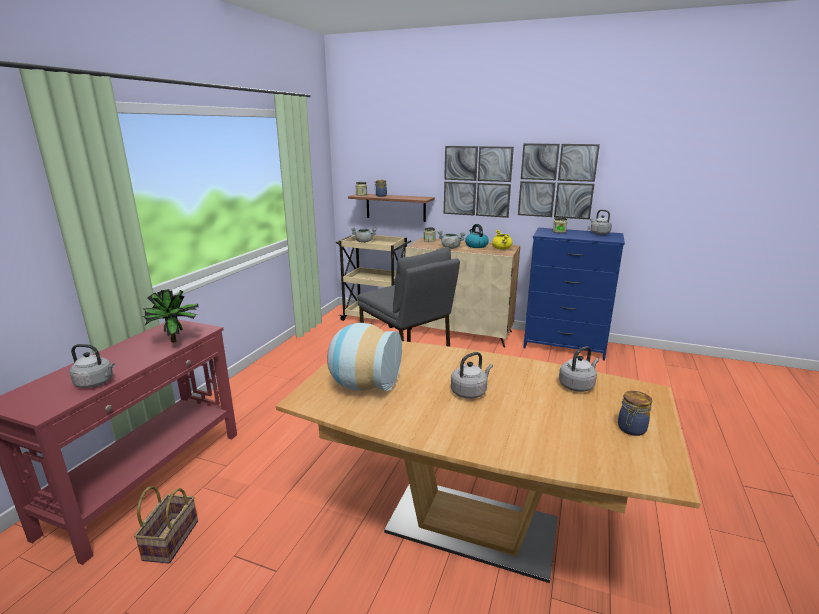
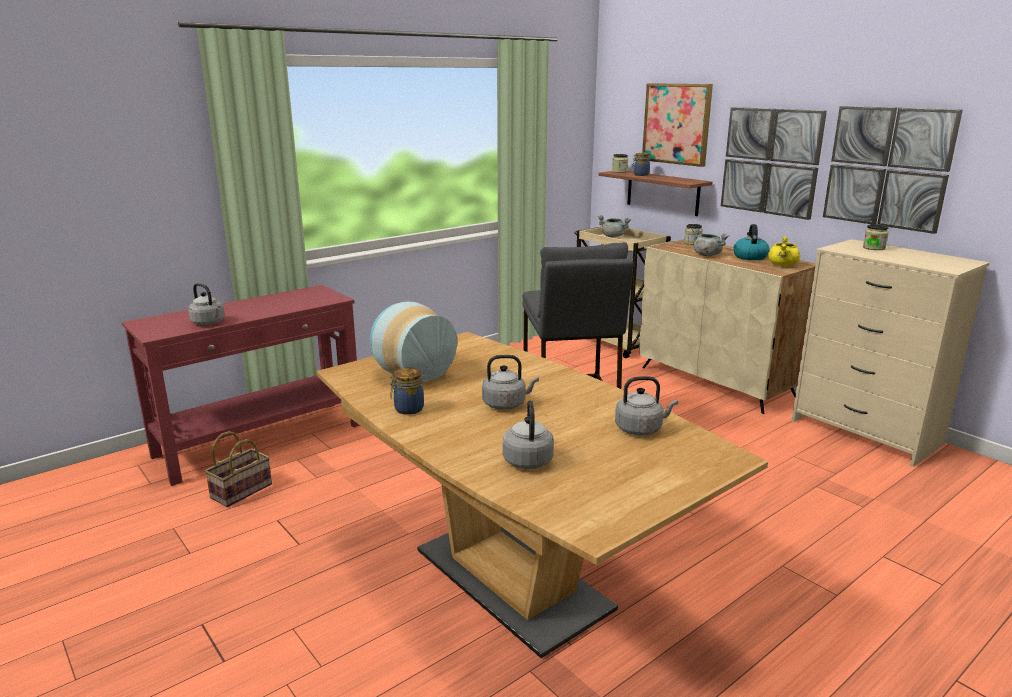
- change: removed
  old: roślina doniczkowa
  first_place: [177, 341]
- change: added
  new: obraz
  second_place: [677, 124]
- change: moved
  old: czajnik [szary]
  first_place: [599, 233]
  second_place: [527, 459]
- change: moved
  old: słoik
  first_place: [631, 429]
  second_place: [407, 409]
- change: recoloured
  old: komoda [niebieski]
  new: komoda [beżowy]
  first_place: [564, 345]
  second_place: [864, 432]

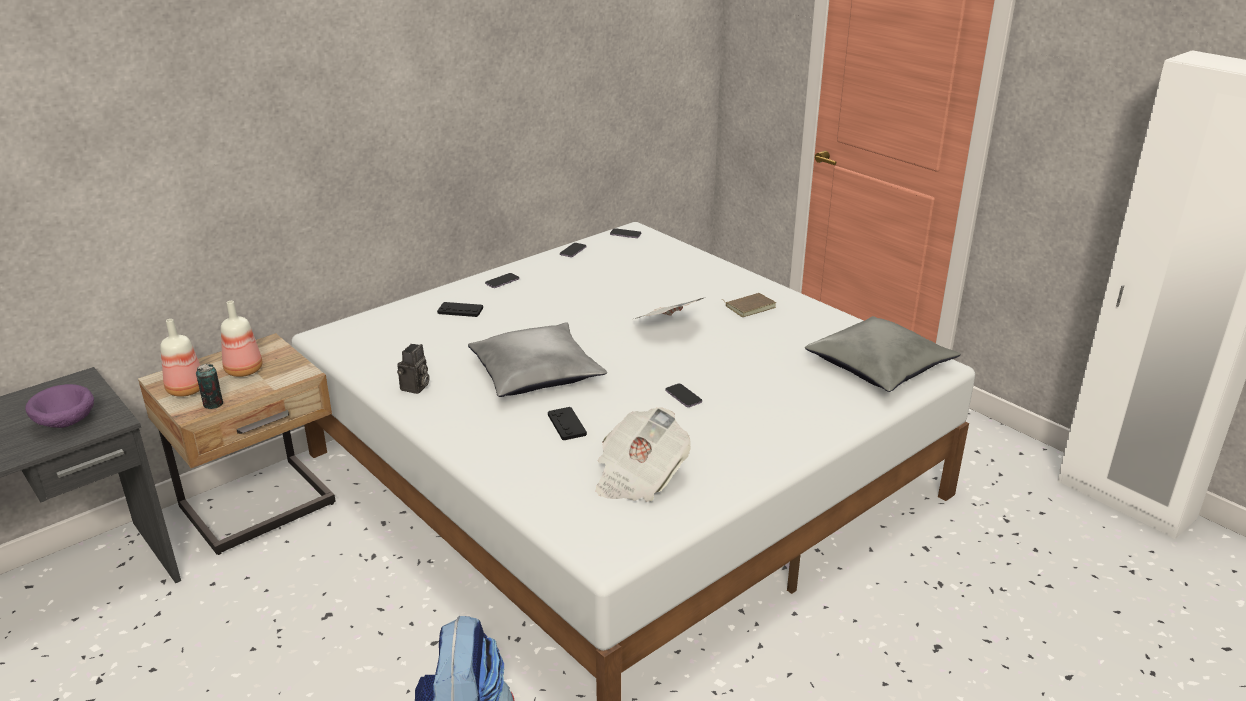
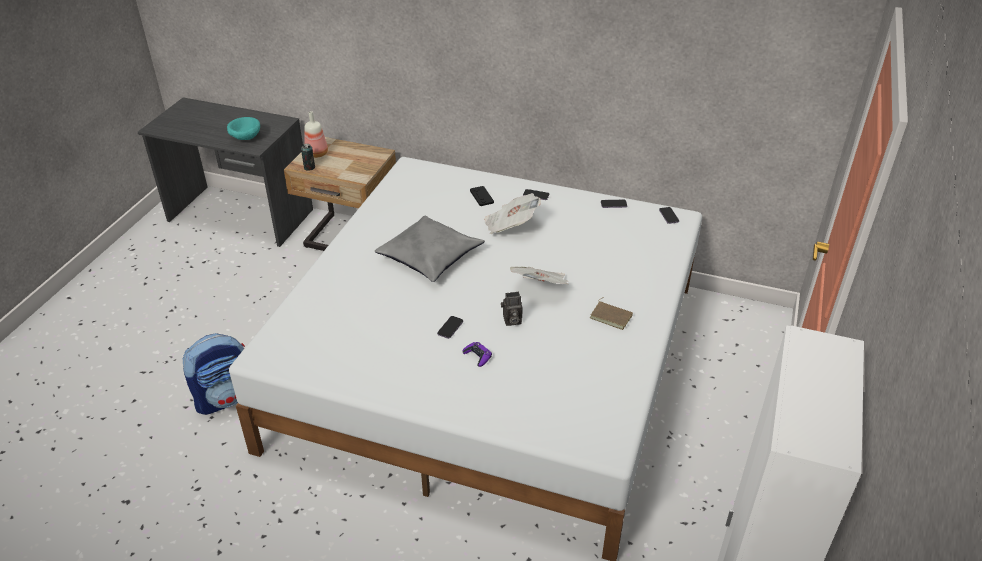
- change: removed
  old: butelka
  first_place: [244, 371]
- change: removed
  old: pad do gier [czarny]
  first_place: [566, 424]
- change: removed
  old: poduszka [szary]
  first_place: [879, 366]
- change: added
  new: pad do gier [fioletowy]
  second_place: [477, 356]
- change: moved
  old: aparat fotograficzny
  first_place: [415, 388]
  second_place: [511, 321]
- change: moved
  old: gazeta
  first_place: [638, 477]
  second_place: [510, 225]
- change: recoloured
  old: miska [fioletowy]
  new: miska [turkusowy]
  first_place: [65, 423]
  second_place: [245, 138]

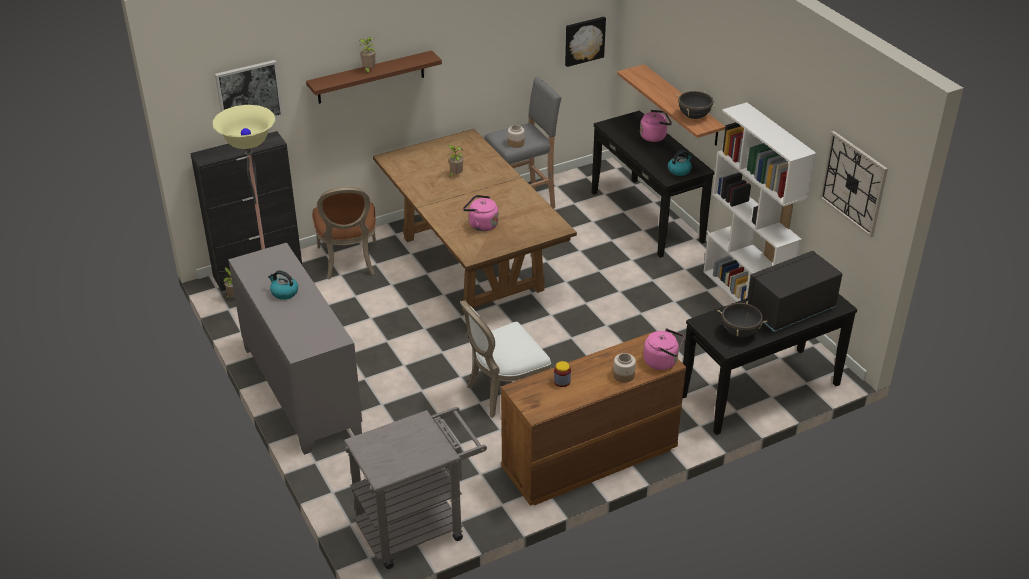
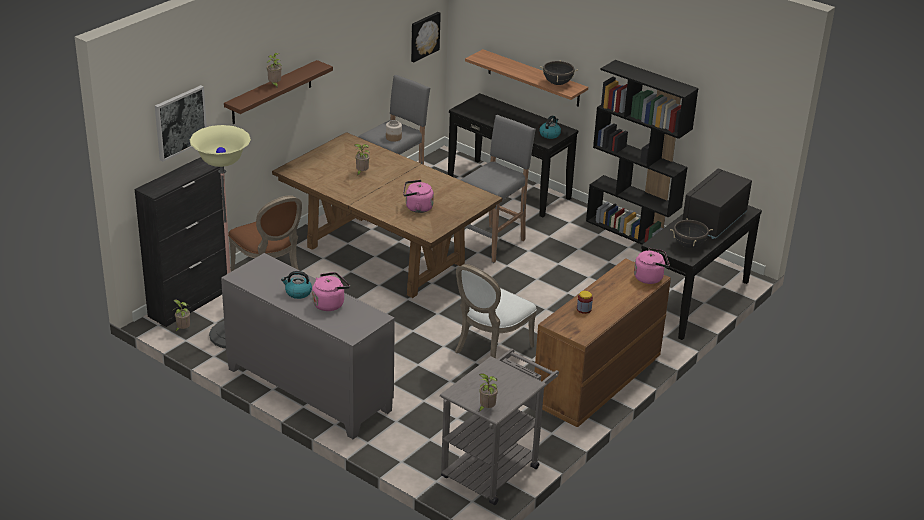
- change: removed
  old: słoik
  first_place: [624, 375]
- change: removed
  old: zegar ścienny
  first_place: [853, 183]
- change: added
  new: stołek [szary]
  second_place: [493, 243]
- change: added
  new: roślina doniczkowa
  second_place: [486, 408]
- change: moved
  old: czajnik [różowy]
  first_place: [654, 136]
  second_place: [330, 303]
- change: recoloured
  old: regał [biały]
  new: regał [czarny]
  first_place: [745, 295]
  second_place: [631, 232]

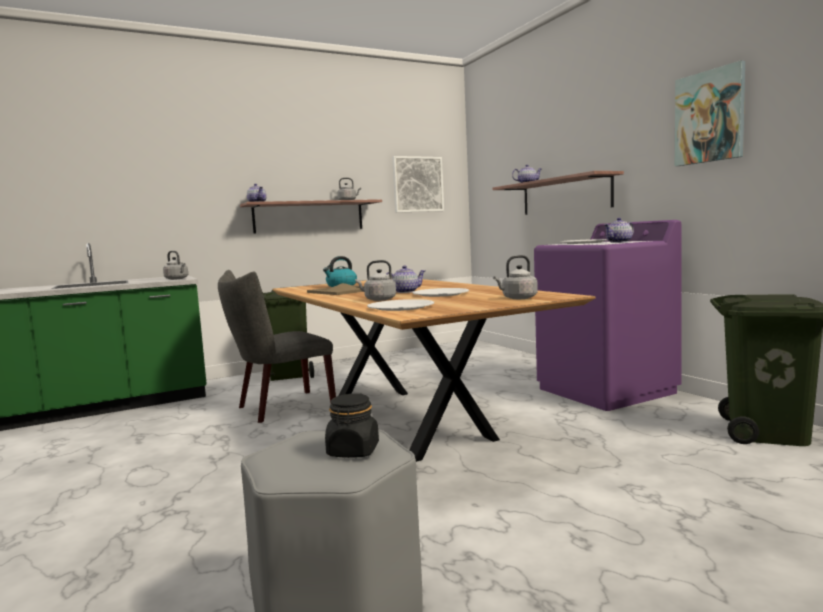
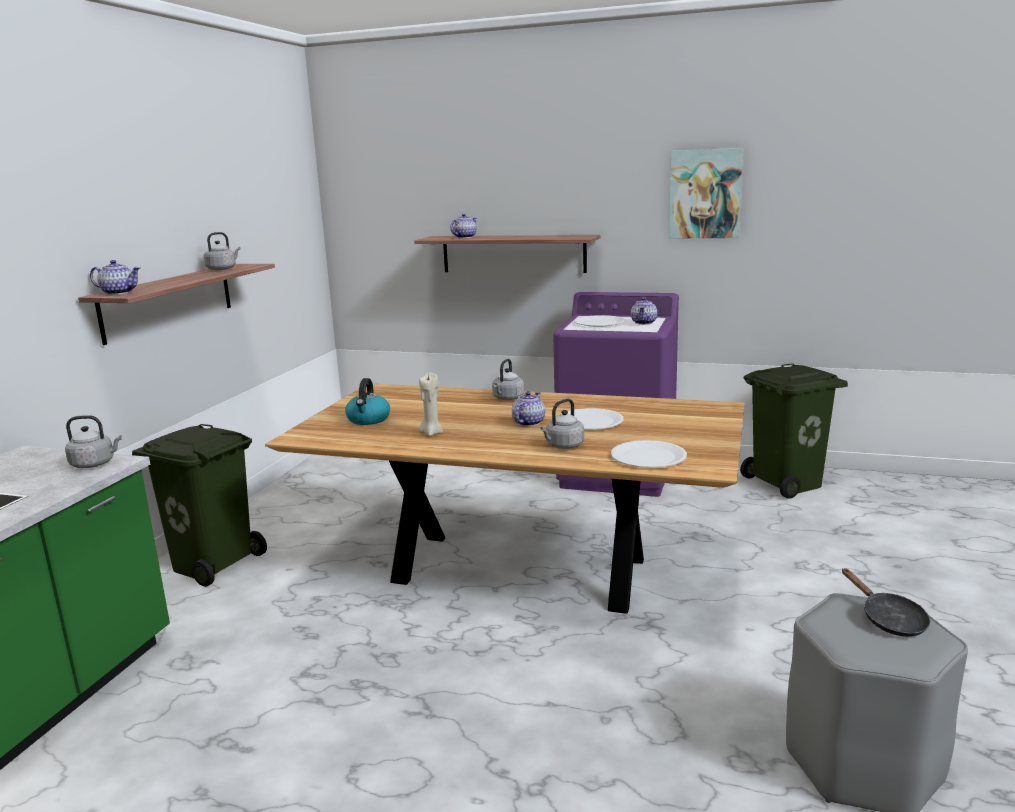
- change: removed
  old: krzesło [szary]
  first_place: [280, 408]
- change: removed
  old: obraz
  first_place: [417, 184]
- change: moved
  old: czajnik [szary]
  first_place: [518, 298]
  second_place: [507, 398]
- change: replaced
  old: taca [beżowy]
  new: świeca [beżowy]
  first_place: [344, 291]
  second_place: [431, 433]
- change: replaced
  old: słoik [czarny]
  new: patelnia [czarny]
  first_place: [353, 451]
  second_place: [888, 619]

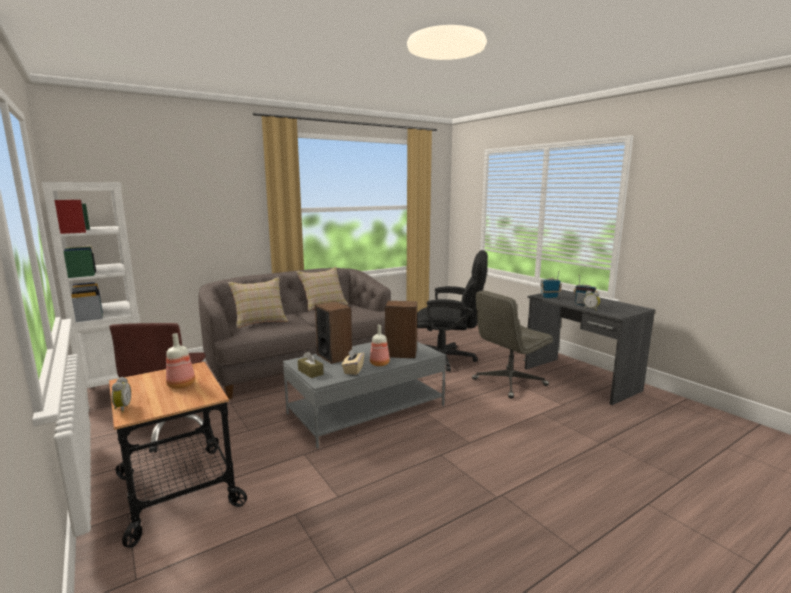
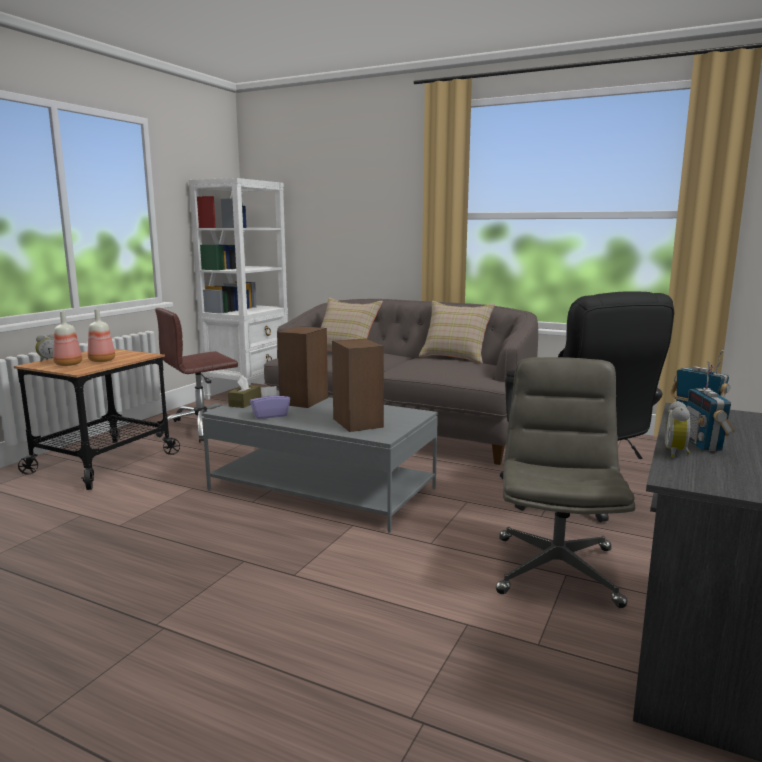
- change: moved
  old: butelka
  first_place: [380, 364]
  second_place: [68, 364]
- change: recoloured
  old: pudełko chusteczek [beżowy]
  new: pudełko chusteczek [fioletowy]
  first_place: [353, 370]
  second_place: [270, 415]
- change: turned
  old: krzesło biurowe [szary]
  first_place: [509, 383]
  second_place: [556, 569]
  degrees: 75

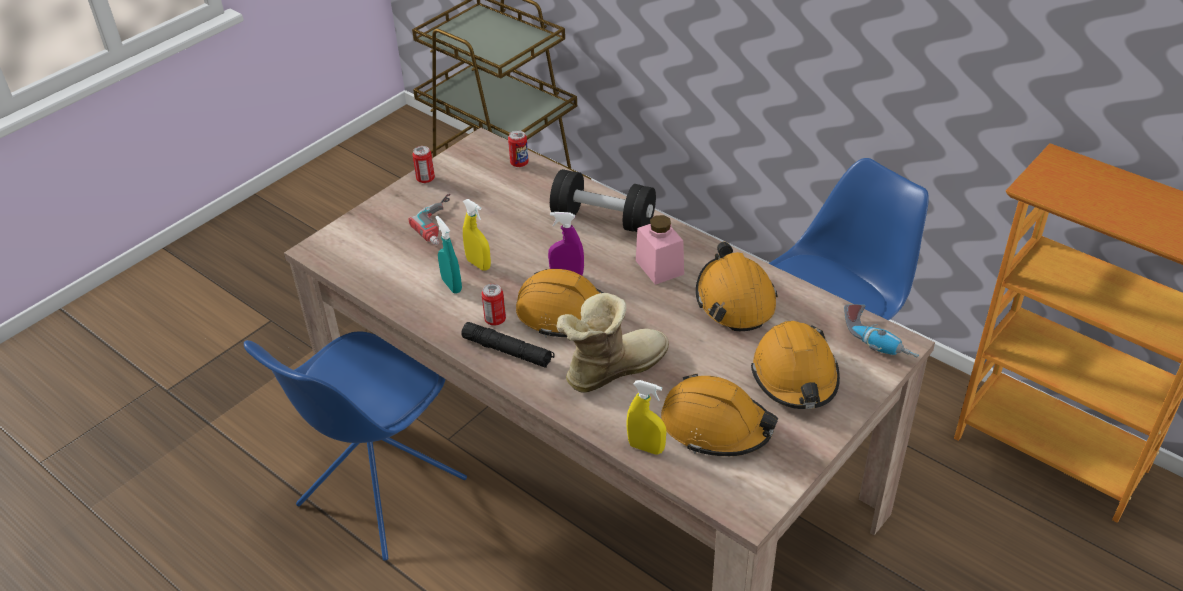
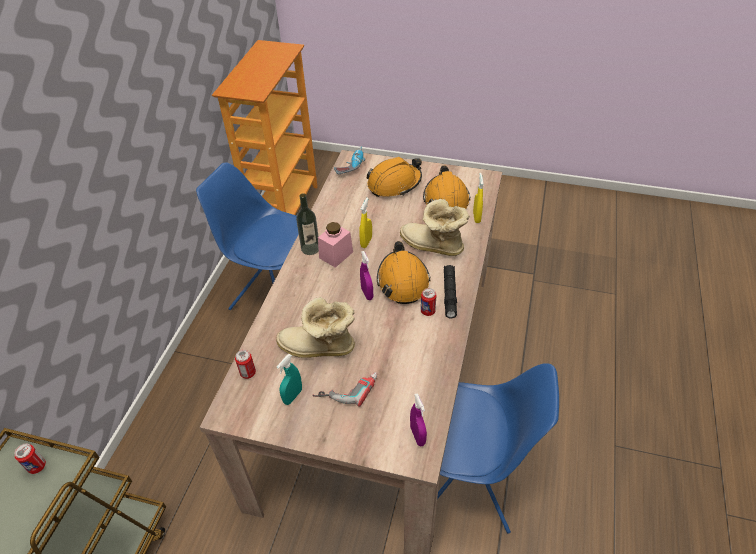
- change: removed
  old: hantel [czarny]
  first_place: [603, 219]
- change: removed
  old: kask [pomarańczowy]
  first_place: [734, 299]
- change: added
  new: but z cholewką
  second_place: [318, 349]
- change: added
  new: butelka
  second_place: [310, 248]
- change: added
  new: spryskiwacz [fioletowy]
  second_place: [417, 436]
- change: moved
  old: puszka
  first_place: [425, 179]
  second_place: [37, 466]
- change: moved
  old: spryskiwacz [turkusowy]
  first_place: [451, 285]
  second_place: [292, 396]
- change: moved
  old: spryskiwacz [żółty]
  first_place: [478, 264]
  second_place: [366, 242]

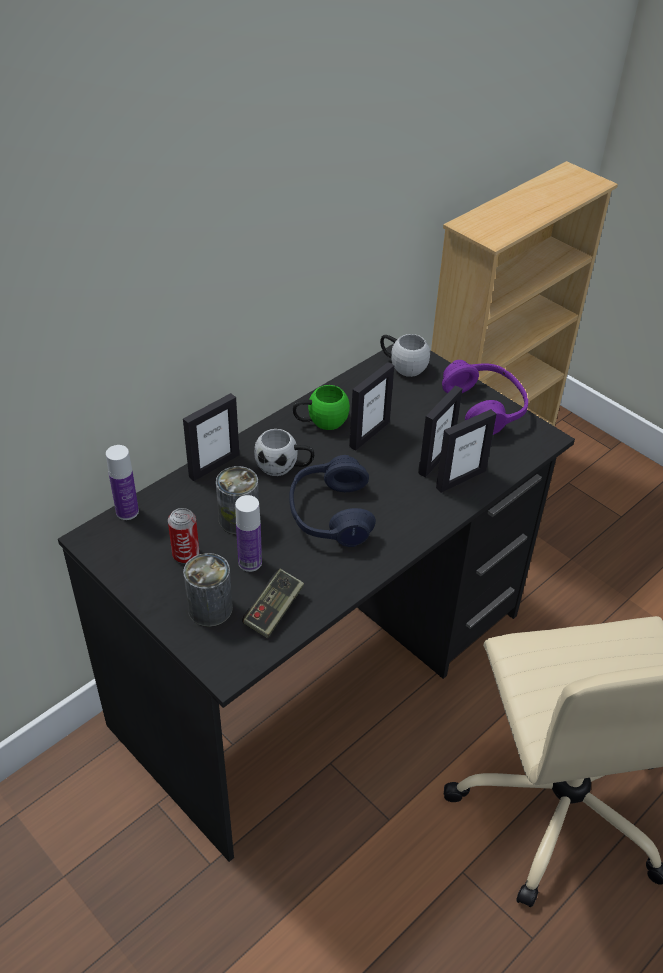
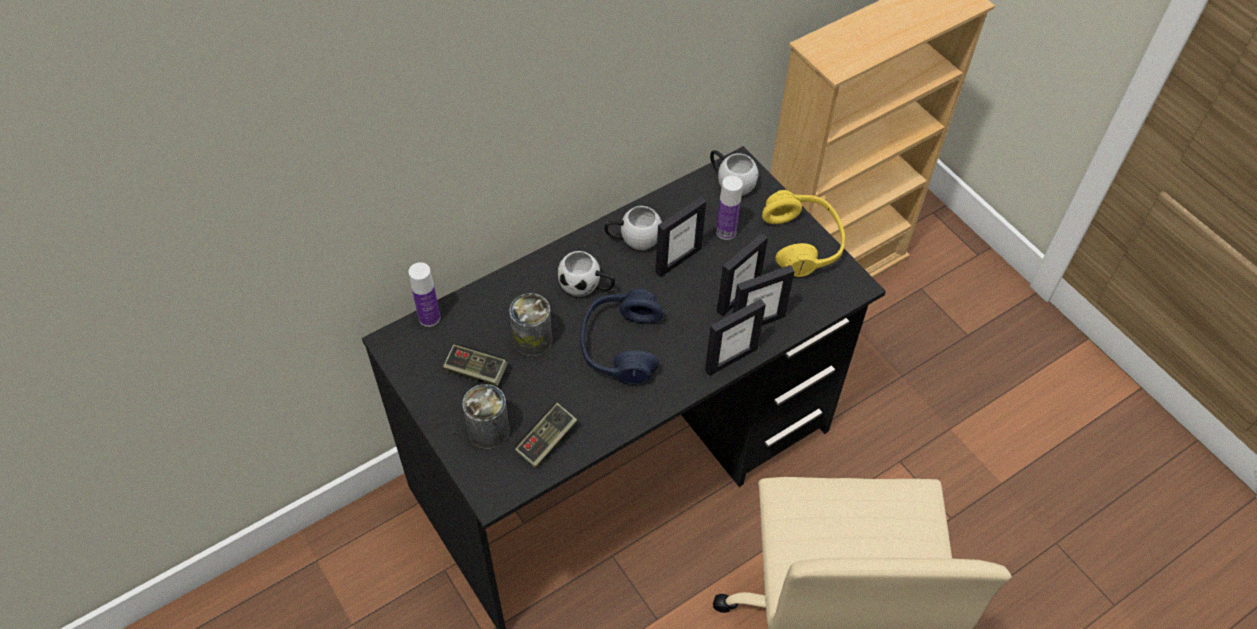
- change: moved
  old: ramka na zdjęcie
  first_place: [214, 465]
  second_place: [730, 359]
- change: moved
  old: butelka
  first_place: [250, 562]
  second_place: [726, 232]
- change: replaced
  old: puszka
  new: pad do gier
  first_place: [186, 555]
  second_place: [476, 371]
- change: recoloured
  old: kubek [zielony]
  new: kubek [biały]
  first_place: [320, 421]
  second_place: [633, 239]
- change: recoloured
  old: słuchawki [fioletowy]
  new: słuchawki [żółty]
  first_place: [485, 407]
  second_place: [803, 242]

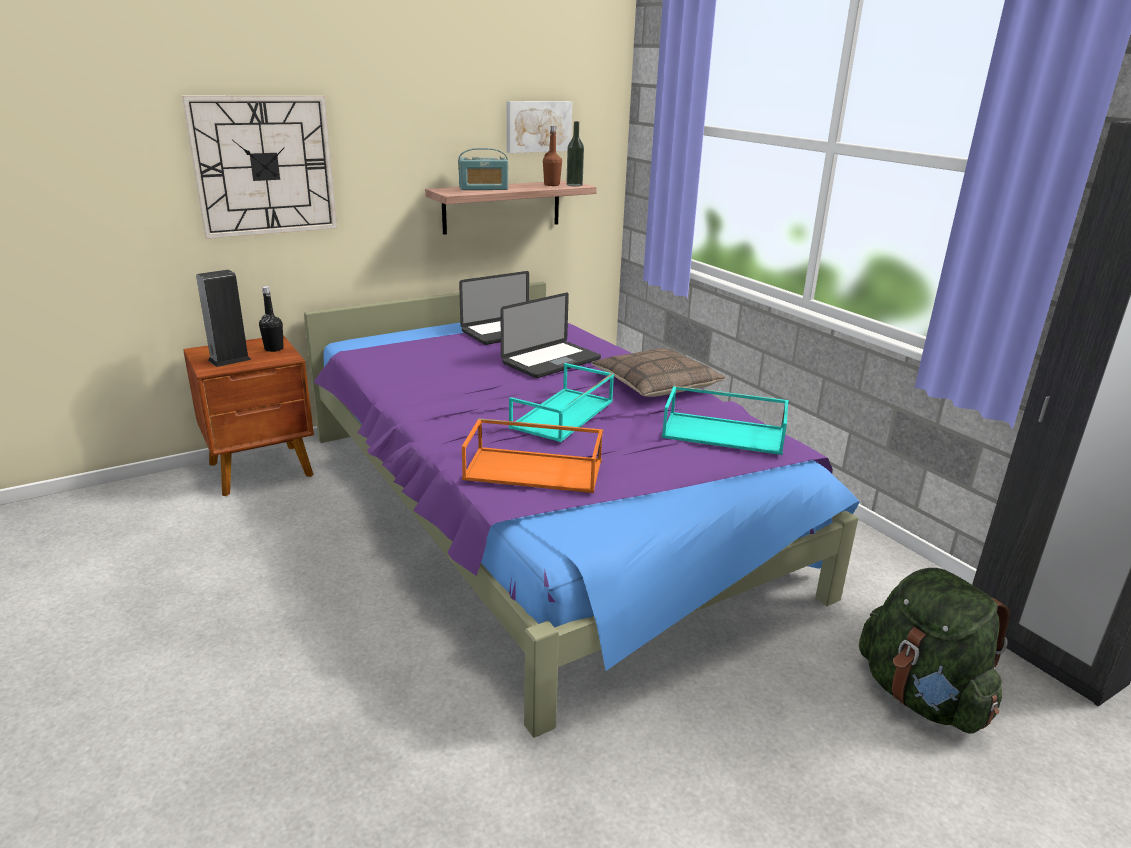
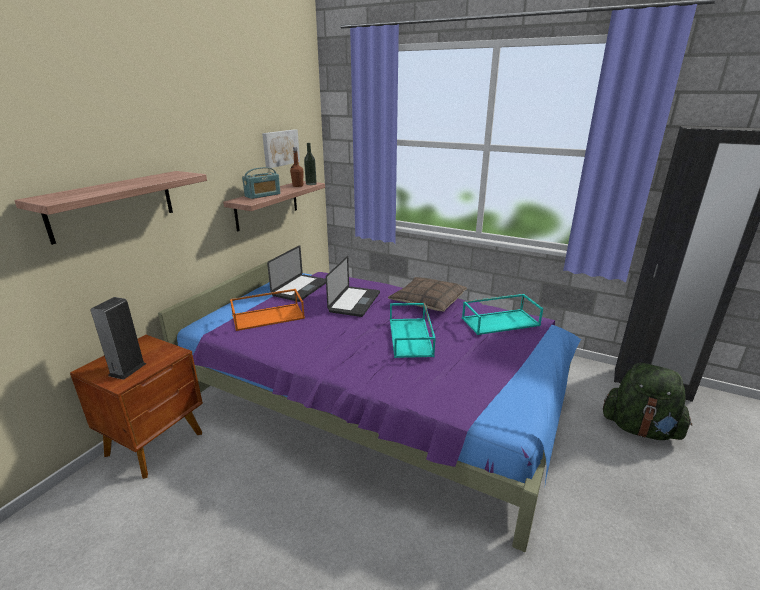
- change: removed
  old: butelka [czarny]
  first_place: [274, 349]
- change: moved
  old: taca [pomarańczowy]
  first_place: [535, 469]
  second_place: [269, 316]
- change: replaced
  old: zegar ścienny
  new: półka
  first_place: [264, 166]
  second_place: [113, 205]

